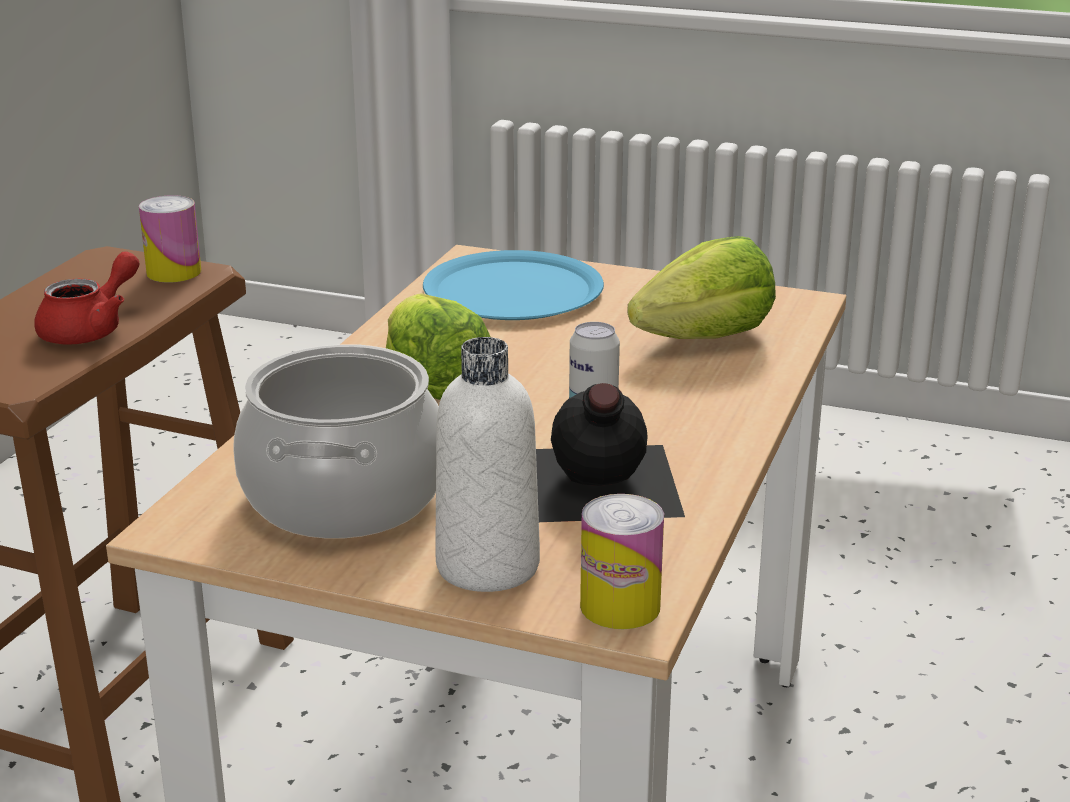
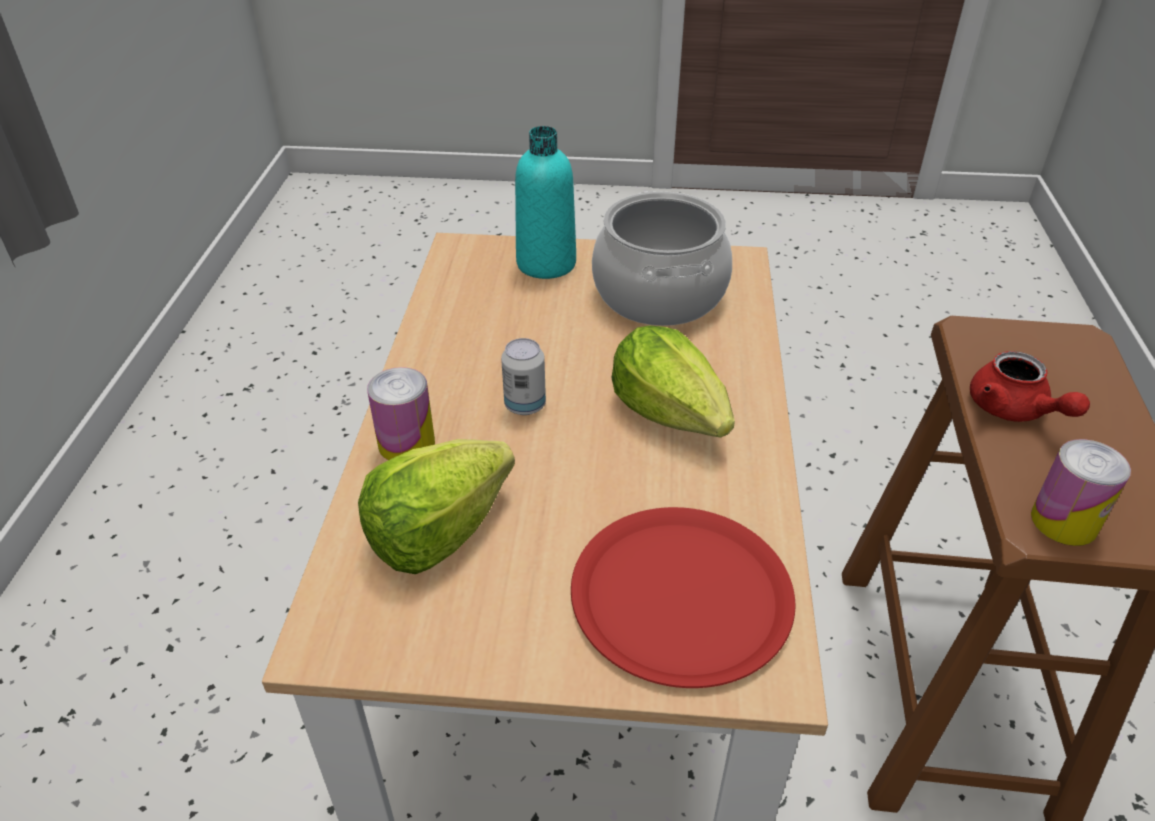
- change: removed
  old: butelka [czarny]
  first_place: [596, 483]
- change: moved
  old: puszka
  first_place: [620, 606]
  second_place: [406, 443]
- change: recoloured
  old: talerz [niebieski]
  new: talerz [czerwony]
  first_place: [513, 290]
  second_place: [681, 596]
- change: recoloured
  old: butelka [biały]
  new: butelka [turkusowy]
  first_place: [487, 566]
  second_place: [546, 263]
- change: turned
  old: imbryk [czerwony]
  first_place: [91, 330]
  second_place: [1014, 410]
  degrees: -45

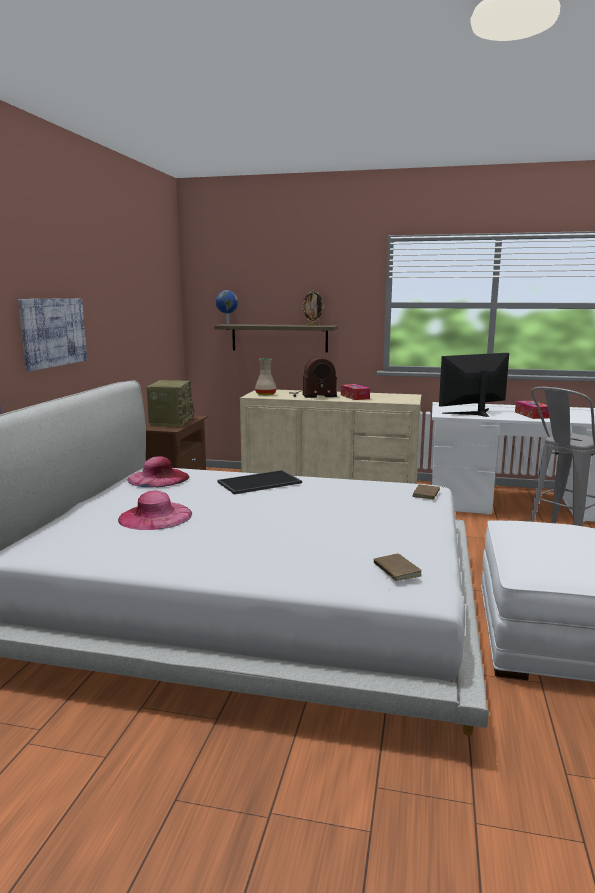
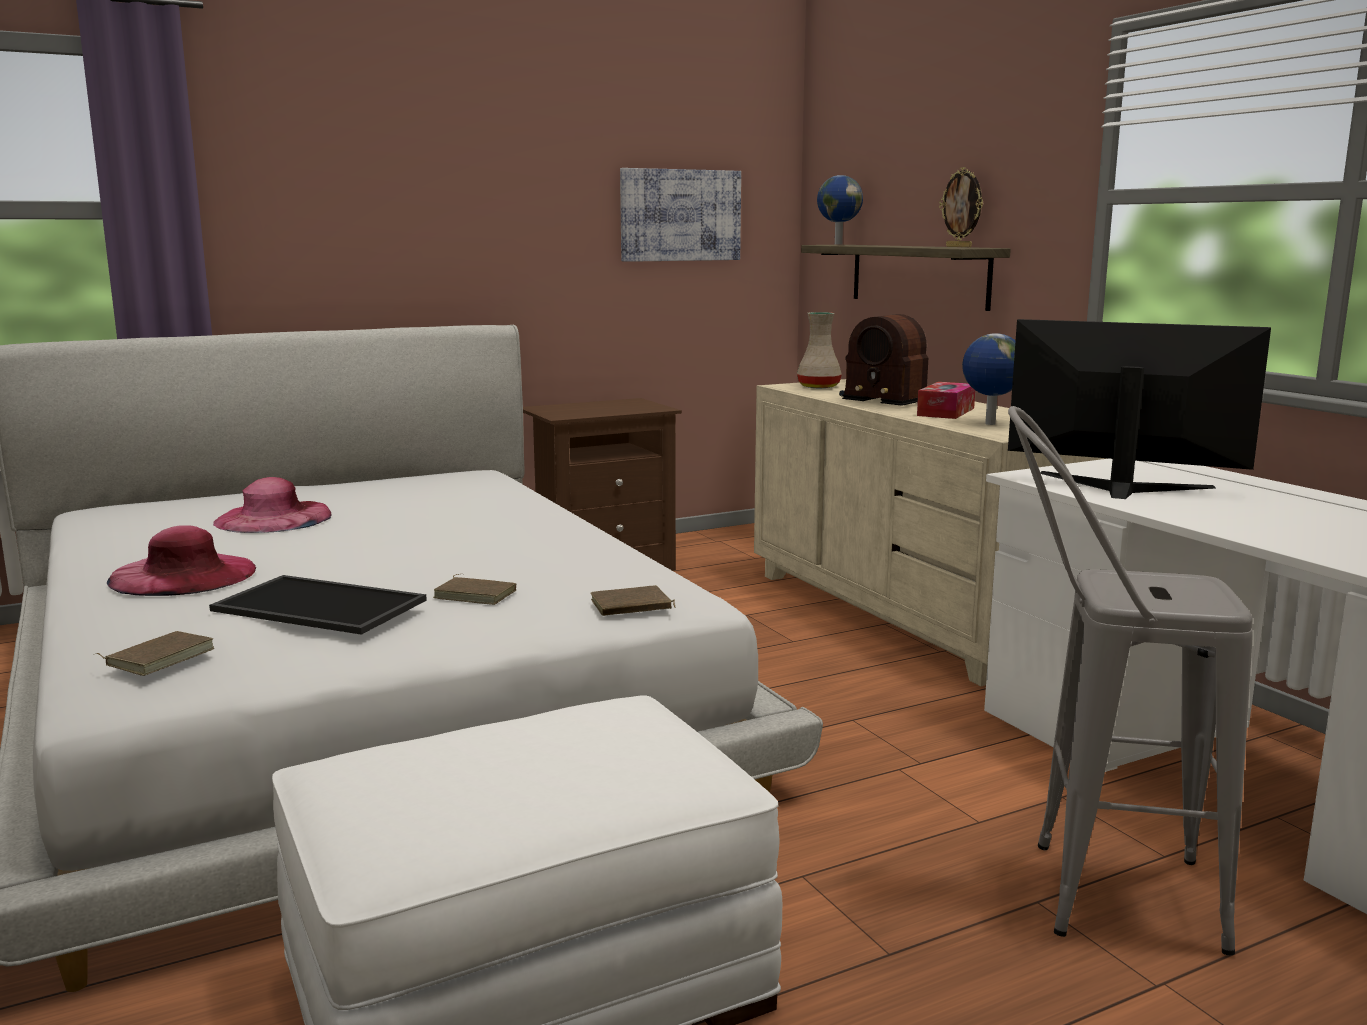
- change: removed
  old: radio
  first_place: [171, 422]
- change: removed
  old: pudełko chusteczek
  first_place: [532, 415]
- change: added
  new: książka [brązowy]
  second_place: [476, 594]
- change: added
  new: globus
  second_place: [989, 424]
- change: moved
  old: obraz
  first_place: [53, 332]
  second_place: [680, 215]
- change: moved
  old: kapelusz [różowy]
  first_place: [158, 478]
  second_place: [183, 574]
- change: moved
  old: taca
  first_place: [259, 483]
  second_place: [316, 606]

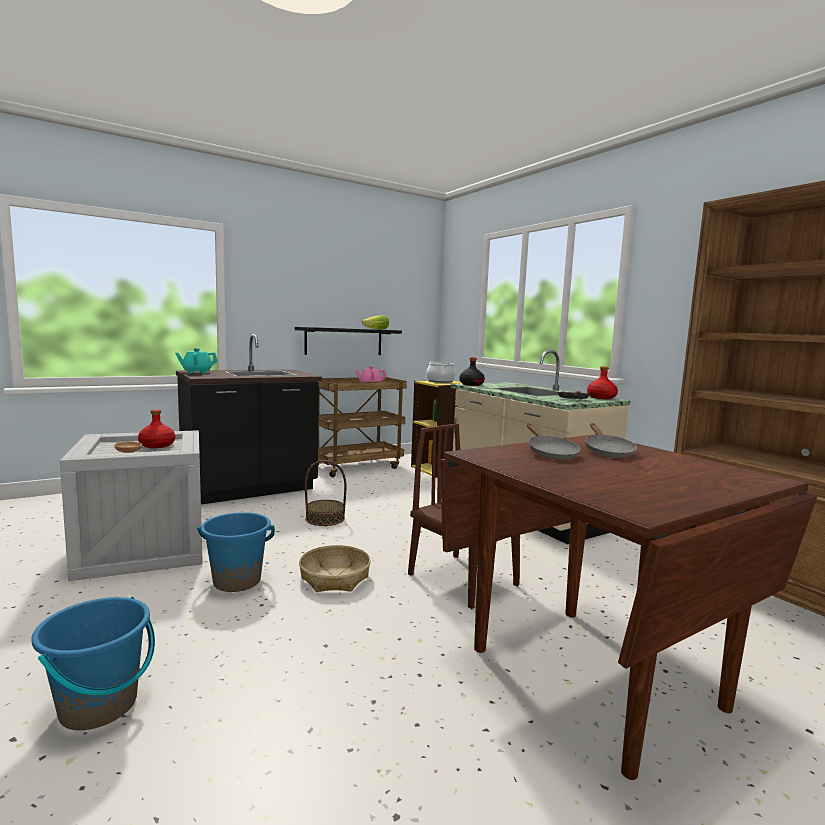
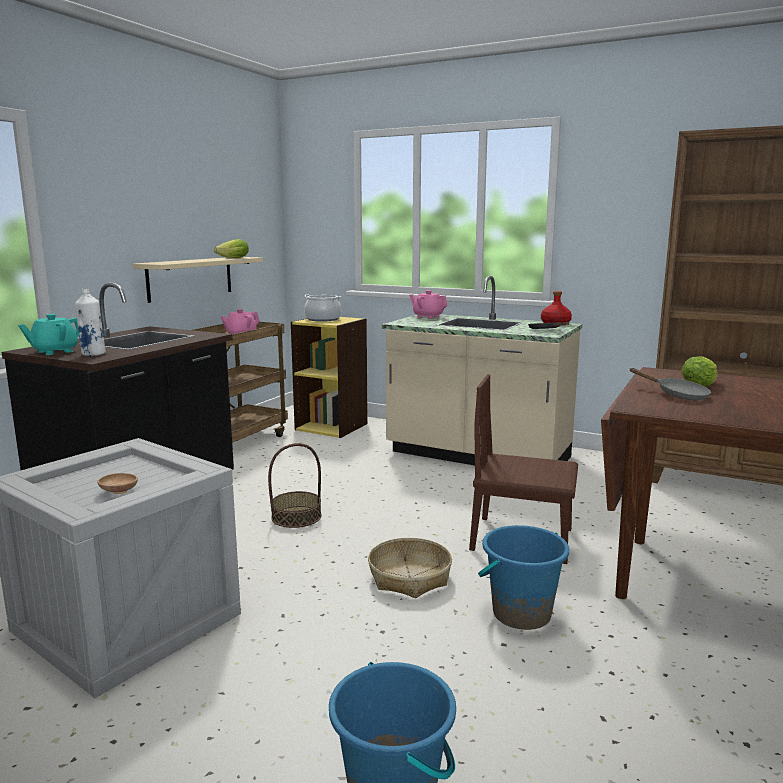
- change: removed
  old: butelka [czerwony]
  first_place: [157, 445]
- change: removed
  old: butelka [czarny]
  first_place: [471, 384]
- change: added
  new: butelka [biały]
  second_place: [93, 354]
- change: added
  new: imbryk [różowy]
  second_place: [428, 317]
- change: moved
  old: wiadro [niebieski]
  first_place: [237, 581]
  second_place: [521, 613]
- change: replaced
  old: patelnia [szary]
  new: sałata
  first_place: [607, 452]
  second_place: [701, 384]
- change: recoloured
  old: półka [czarny]
  new: półka [beżowy]
  first_place: [344, 341]
  second_place: [190, 278]

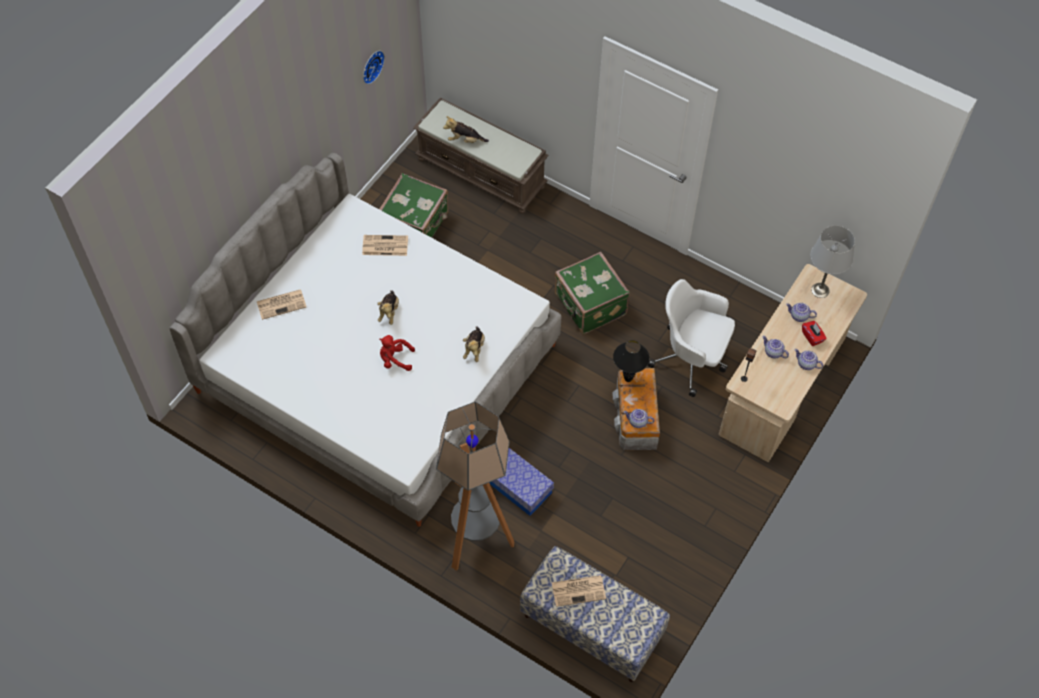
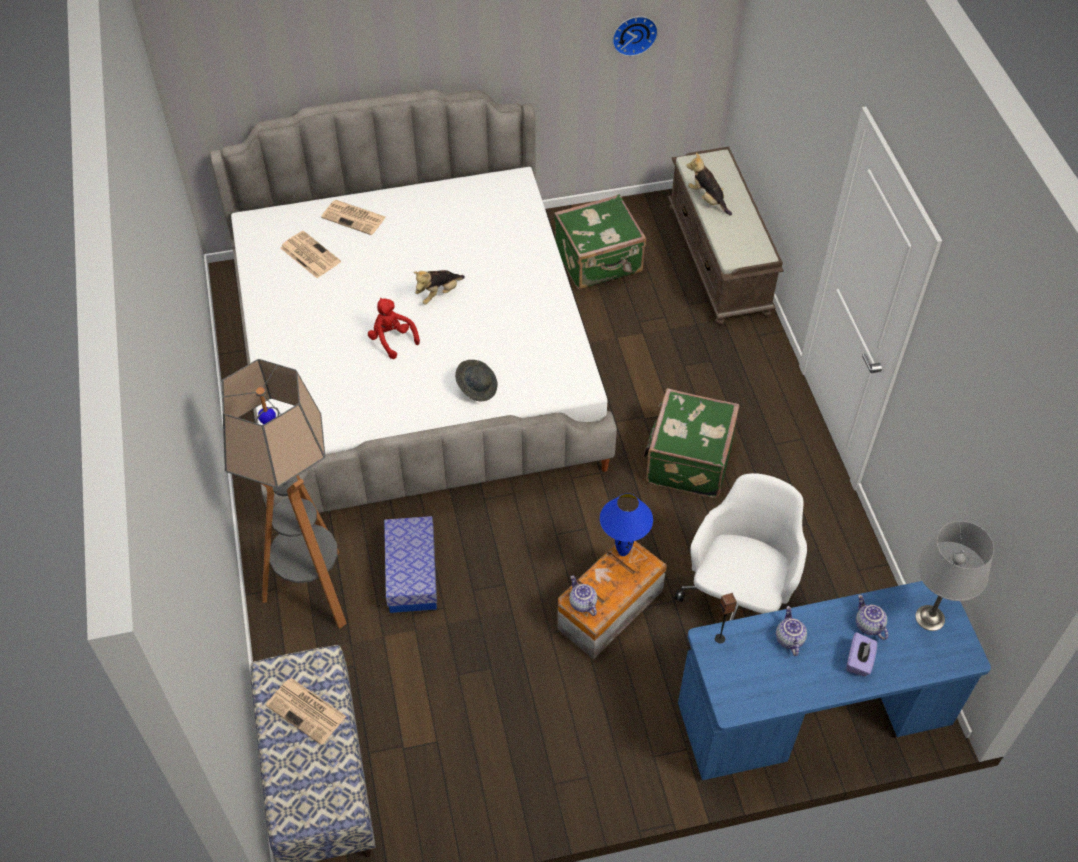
- change: removed
  old: imbryk
  first_place: [806, 364]
- change: moved
  old: gazeta
  first_place: [384, 246]
  second_place: [309, 255]
- change: replaced
  old: pluszak
  new: kapelusz [szary]
  first_place: [474, 349]
  second_place: [477, 387]
- change: recoloured
  old: lampa stołowa [czarny]
  new: lampa stołowa [niebieski]
  first_place: [627, 379]
  second_place: [622, 552]
- change: recoloured
  old: biurko [beżowy]
  new: biurko [niebieski]
  first_place: [782, 388]
  second_place: [813, 715]
- change: recoloured
  old: pudełko chusteczek [czerwony]
  new: pudełko chusteczek [fioletowy]
  first_place: [812, 337]
  second_place: [859, 661]
- change: turned
  old: krzesło biurowe [biały]
  first_place: [691, 359]
  second_place: [739, 599]
  degrees: 45

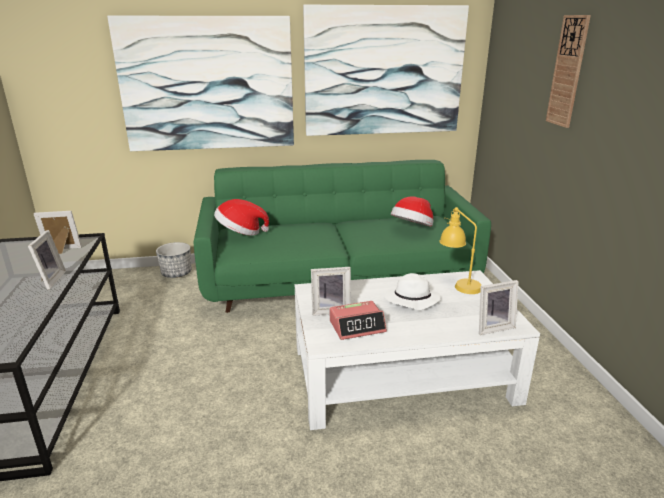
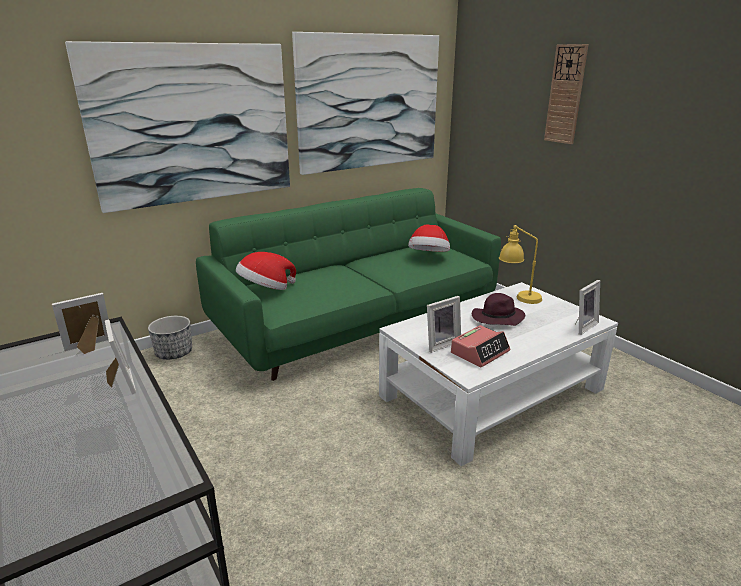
- change: recoloured
  old: kapelusz [biały]
  new: kapelusz [fioletowy]
  first_place: [411, 300]
  second_place: [497, 318]

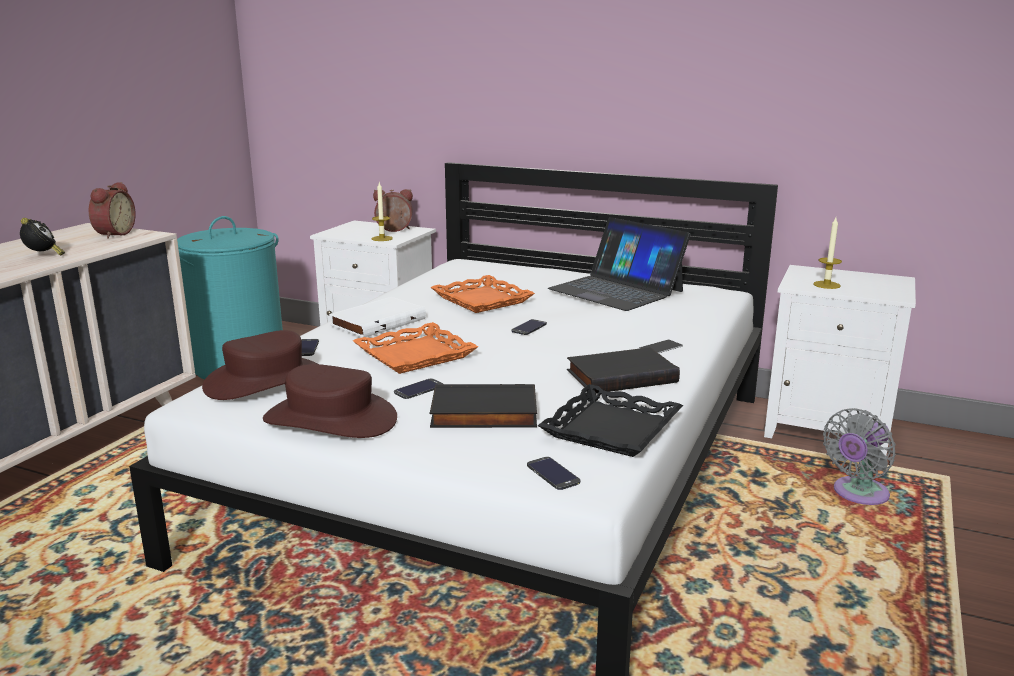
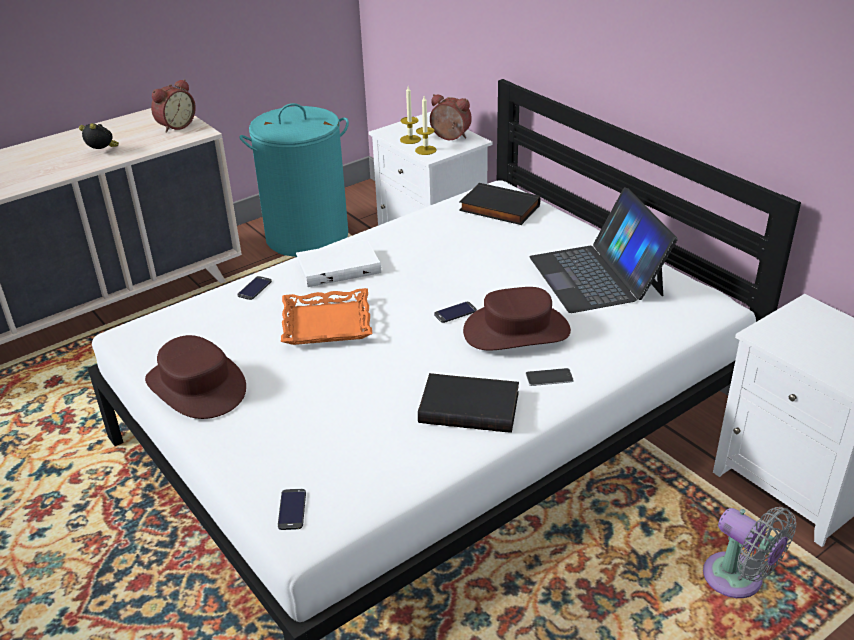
- change: removed
  old: telefon
  first_place: [419, 389]
- change: removed
  old: taca [pomarańczowy]
  first_place: [481, 300]
- change: removed
  old: taca [czarny]
  first_place: [610, 429]
- change: moved
  old: kapelusz [brązowy]
  first_place: [266, 380]
  second_place: [516, 330]
- change: moved
  old: książka [czarny]
  first_place: [483, 414]
  second_place: [498, 209]
- change: moved
  old: świeca
  first_place: [826, 285]
  second_place: [410, 139]
- change: turned
  old: budzik
  first_place: [43, 256]
  second_place: [102, 152]
  degrees: -75
- change: turned
  old: wentylator [szary]
  first_place: [857, 494]
  second_place: [738, 580]
  degrees: -120

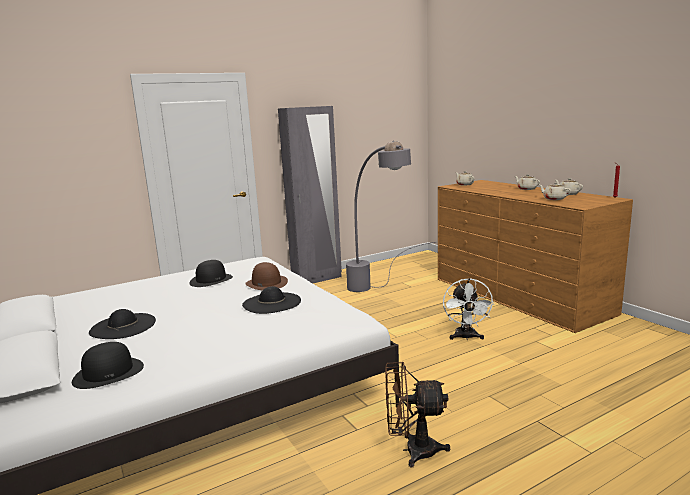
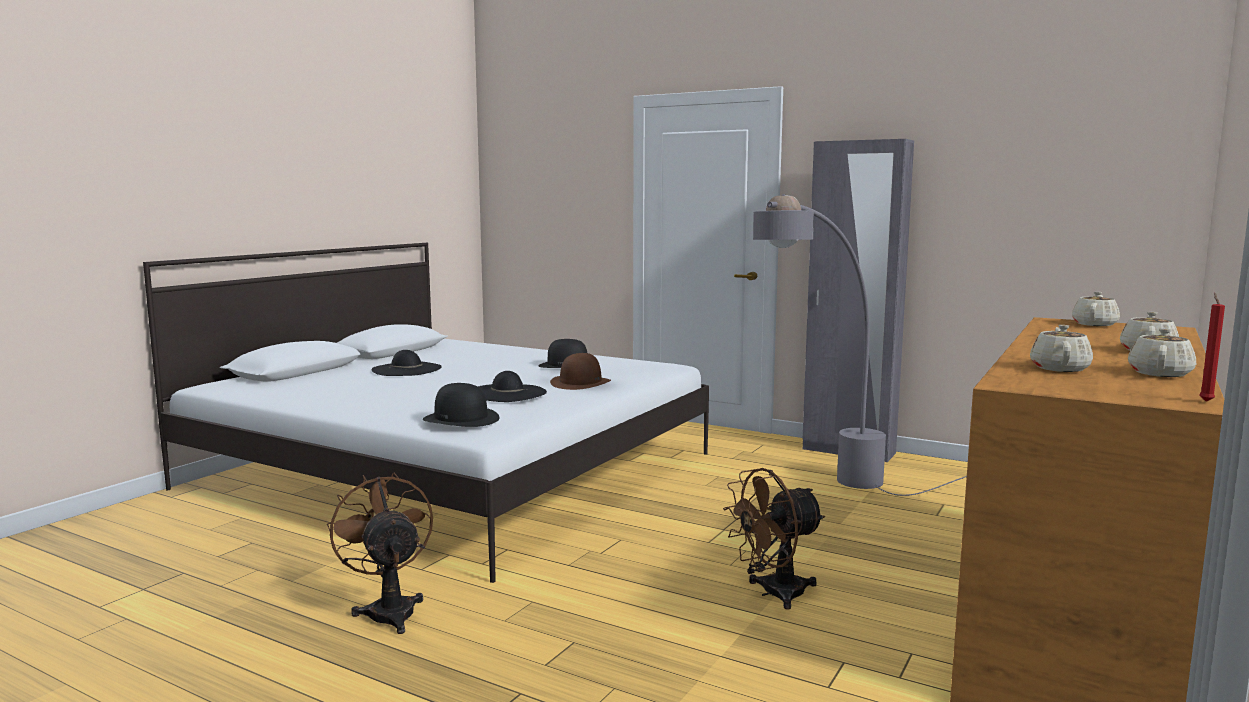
- change: moved
  old: kapelusz [czarny]
  first_place: [108, 373]
  second_place: [461, 419]
- change: recoloured
  old: wentylator [biały]
  new: wentylator [brązowy]
  first_place: [466, 337]
  second_place: [773, 593]

